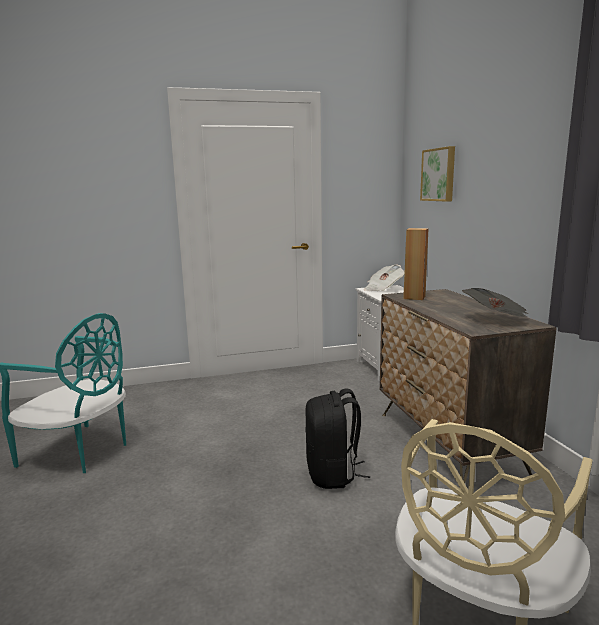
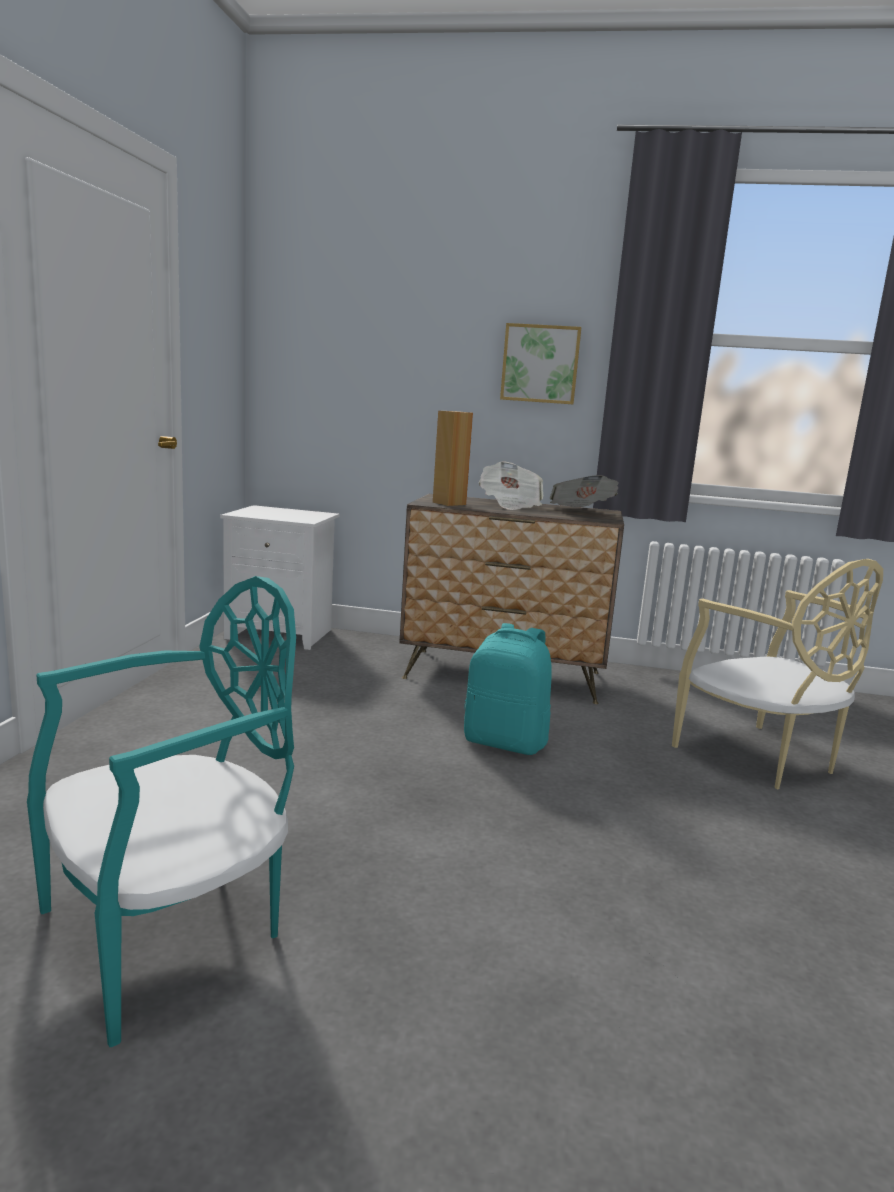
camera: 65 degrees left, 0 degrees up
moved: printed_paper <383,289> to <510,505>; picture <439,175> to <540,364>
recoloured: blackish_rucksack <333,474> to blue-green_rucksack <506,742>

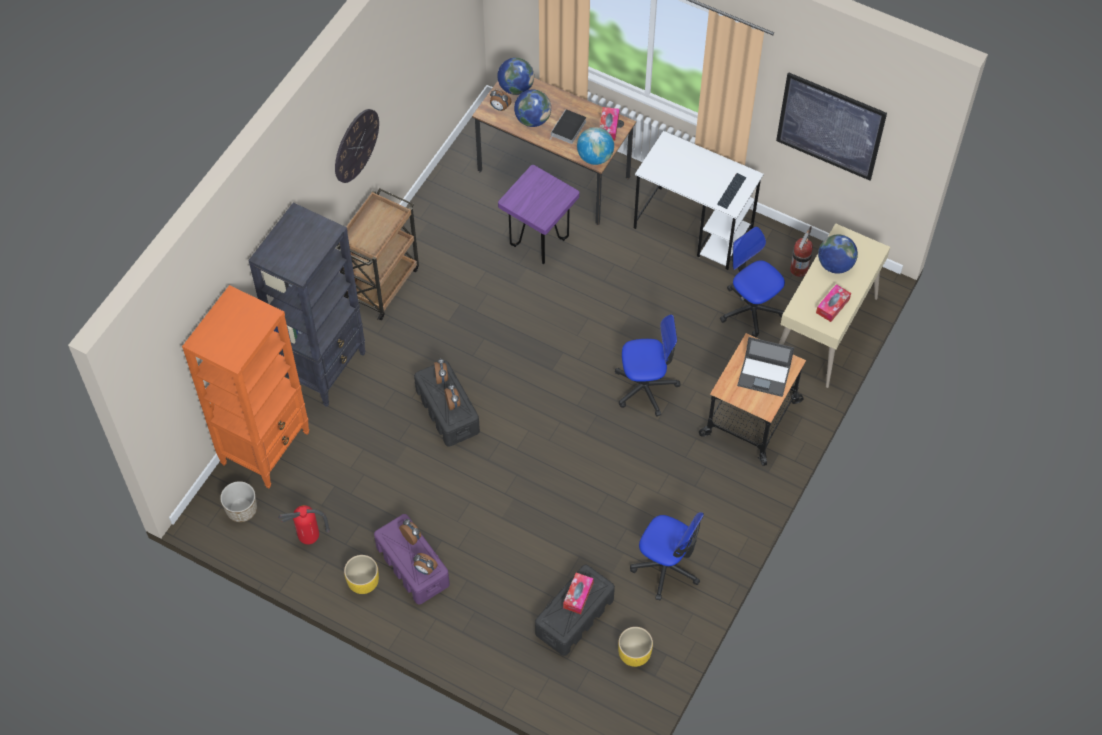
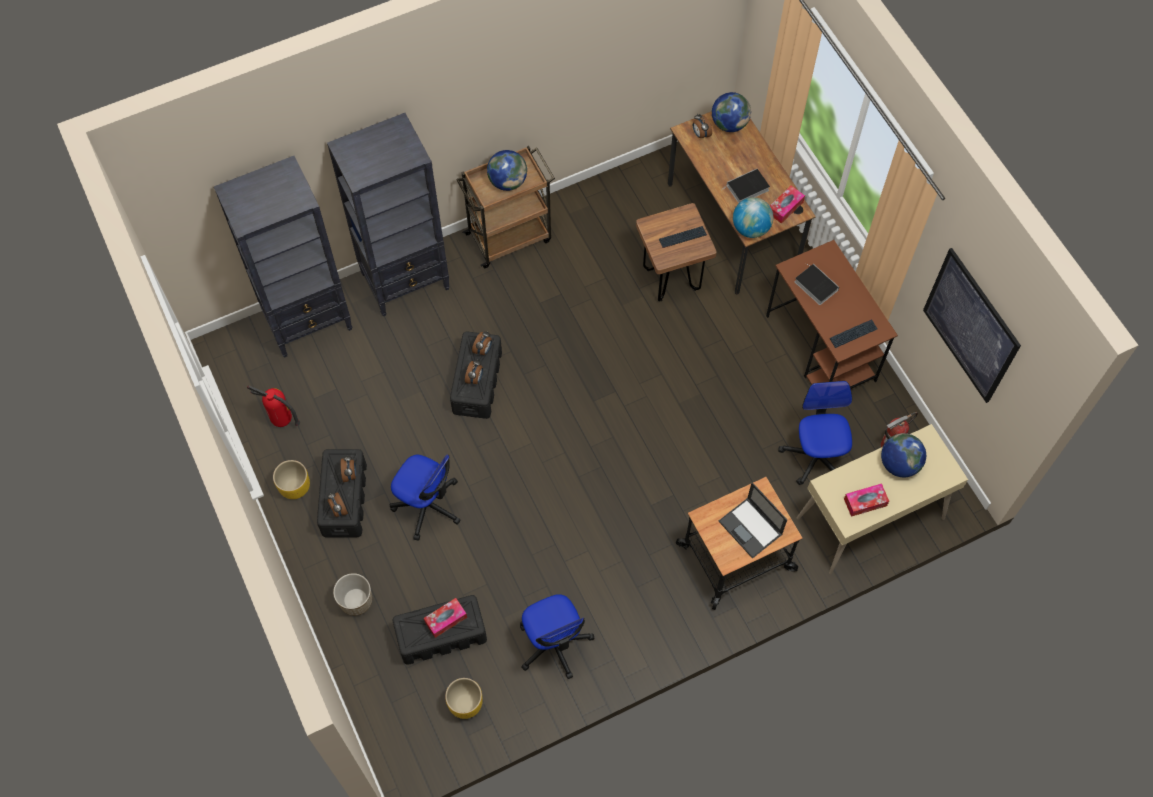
camera: 35 degrees right, 5 degrees up
removed: wall_clock <356,145>
added: keyboard <682,237>; book <814,285>
moved: plant_pot <242,509> to <356,601>; desk_globe <532,119> to <508,181>; desk_chair <645,387> to <428,505>
recoloured: orange_bookshelf <266,447> to blackish_bookshelf <309,321>; purple_storage_container <412,565> to blackish_storage_container <344,499>; purple_stool_seat <539,243> to brown-coloured_stool_seat <671,279>; white_desk <694,228> to brown-coloured_desk <821,349>

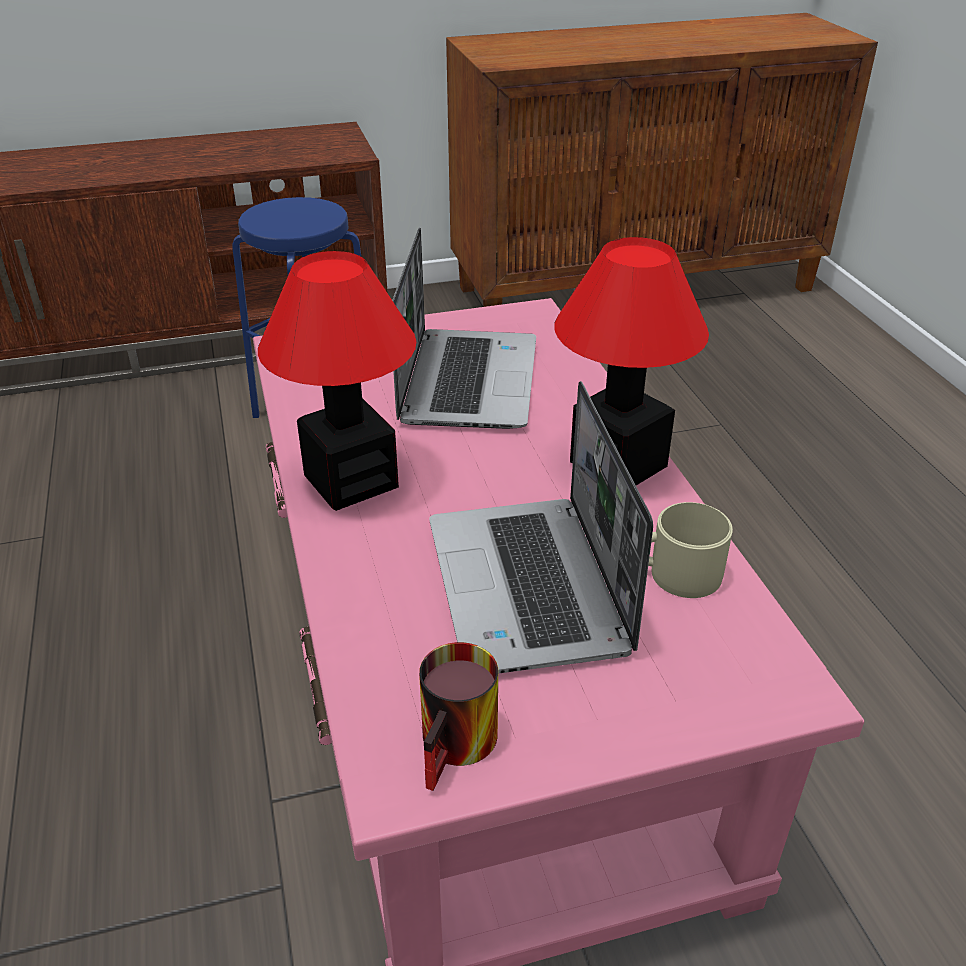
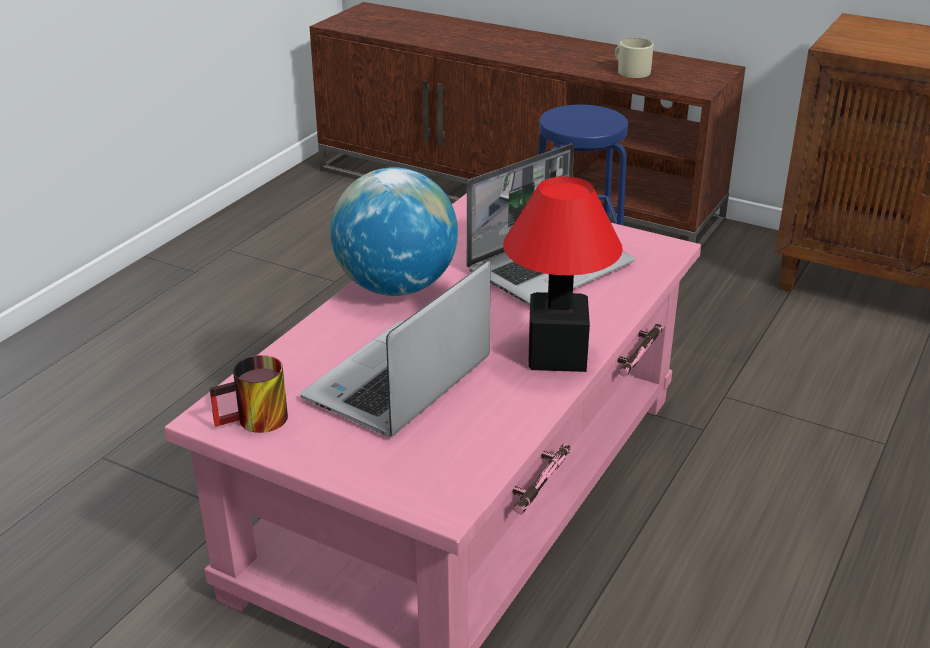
camera: 45 degrees right, 5 degrees down
moved: sand-coloured_tea_mug <676,573> to <630,71>
replaced: tabletop_lamp <349,482> to desk_globe <396,287>

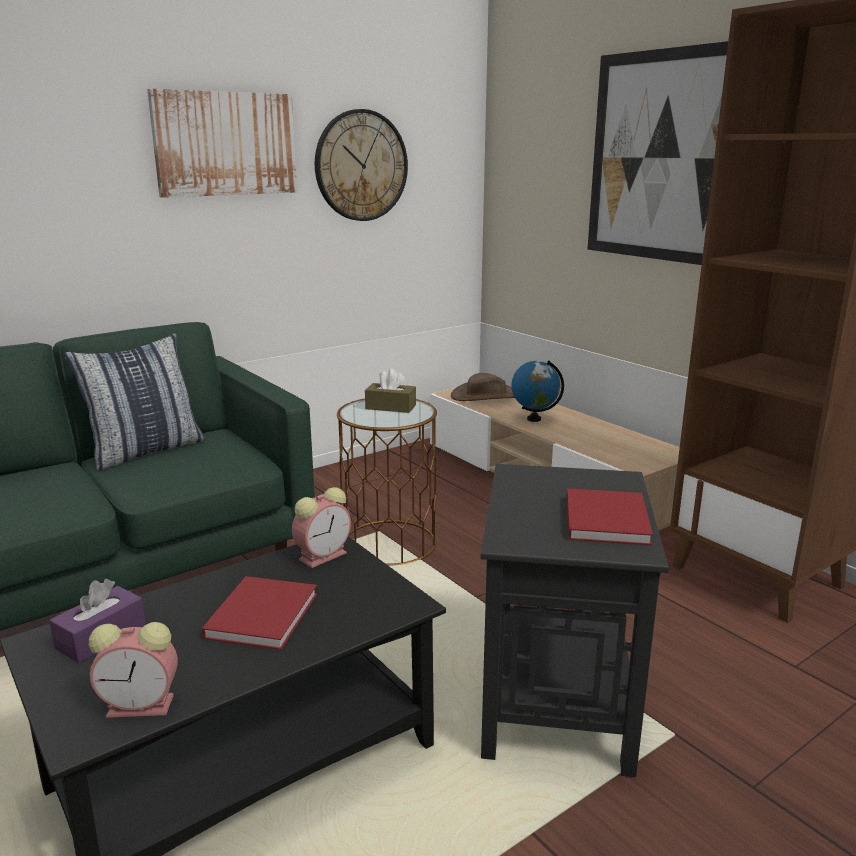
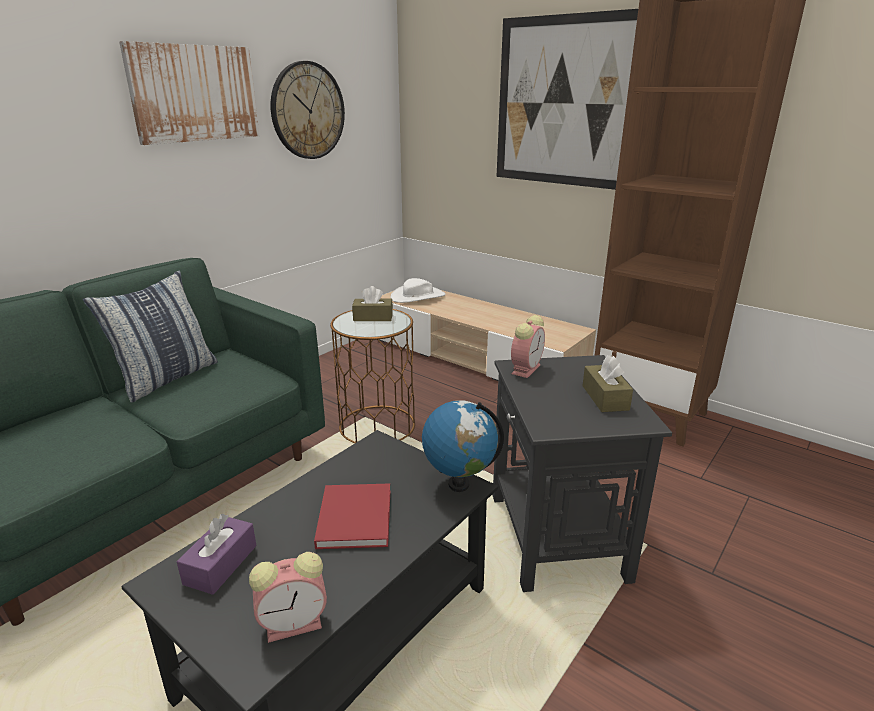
camera: 15 degrees left, 5 degrees up
moved: table_clock <324,555> to <526,368>; desk_globe <534,419> to <459,484>
replaced: reddish_book <606,518> to brown-coloured_box_of_tissues <605,398>
recoloured: brown-coloured_hat <486,396> to white_hat <418,296>

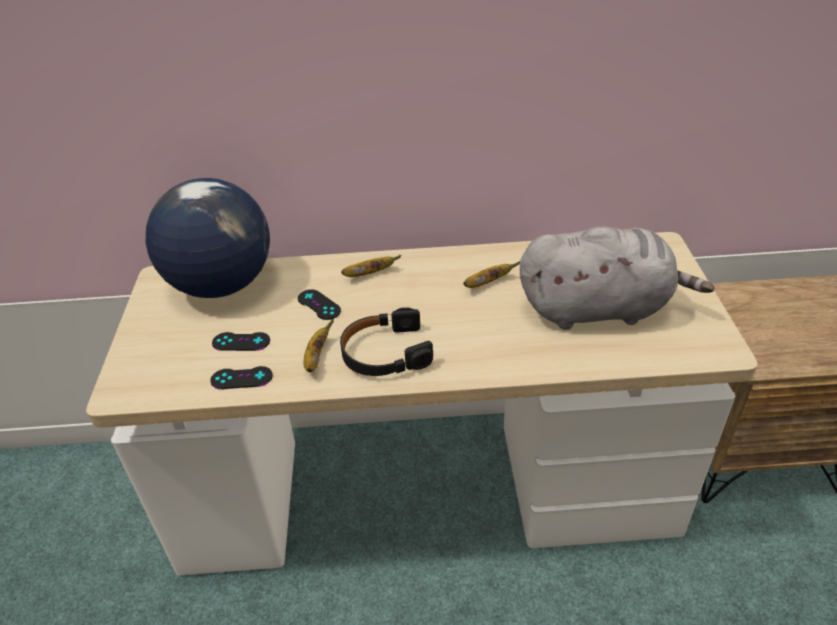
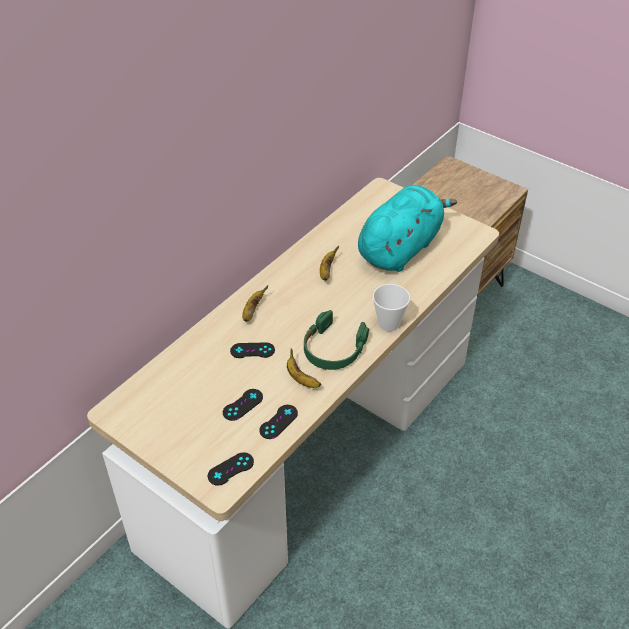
camera: 50 degrees left, 5 degrees up
removed: desk_globe <222,284>
added: blackish_gamepad <230,469>; drinking_cup <389,324>
recoloured: blackish_pair_of_headphones <385,353> to greenish_pair_of_headphones <333,349>; grey_plush_toy <599,309> to blue-green_plush_toy <401,248>

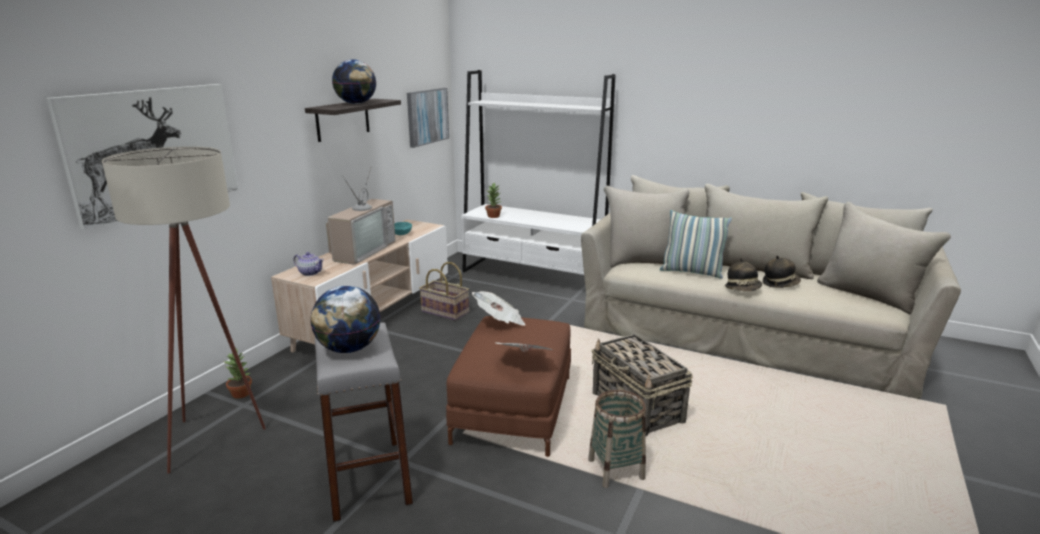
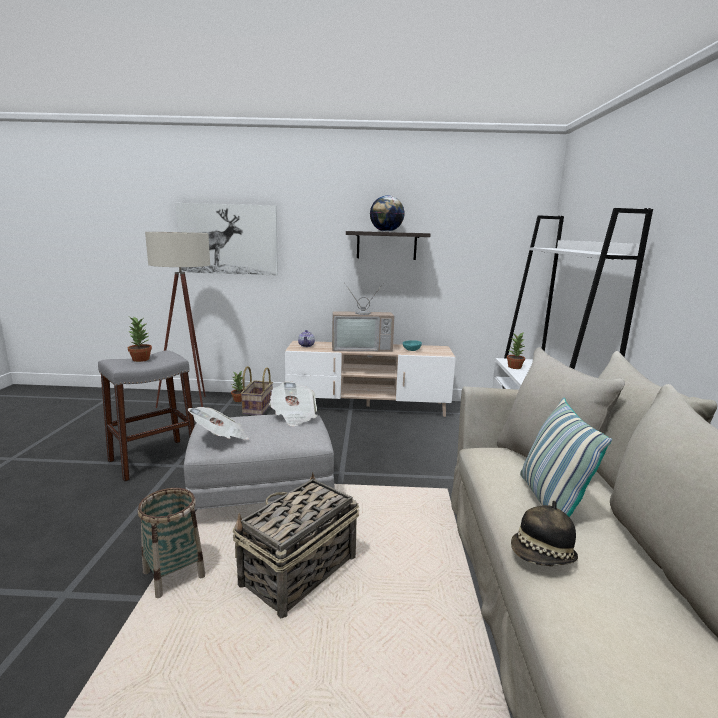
camera: 65 degrees right, 5 degrees down
removed: picture <427,116>; hat <780,284>
moved: storage_basket <444,312> to <257,408>
replaced: desk_globe <348,349> to houseplant <140,359>
recoloured: brown-coloured_pouffe <512,408> to grey_pouffe <262,493>

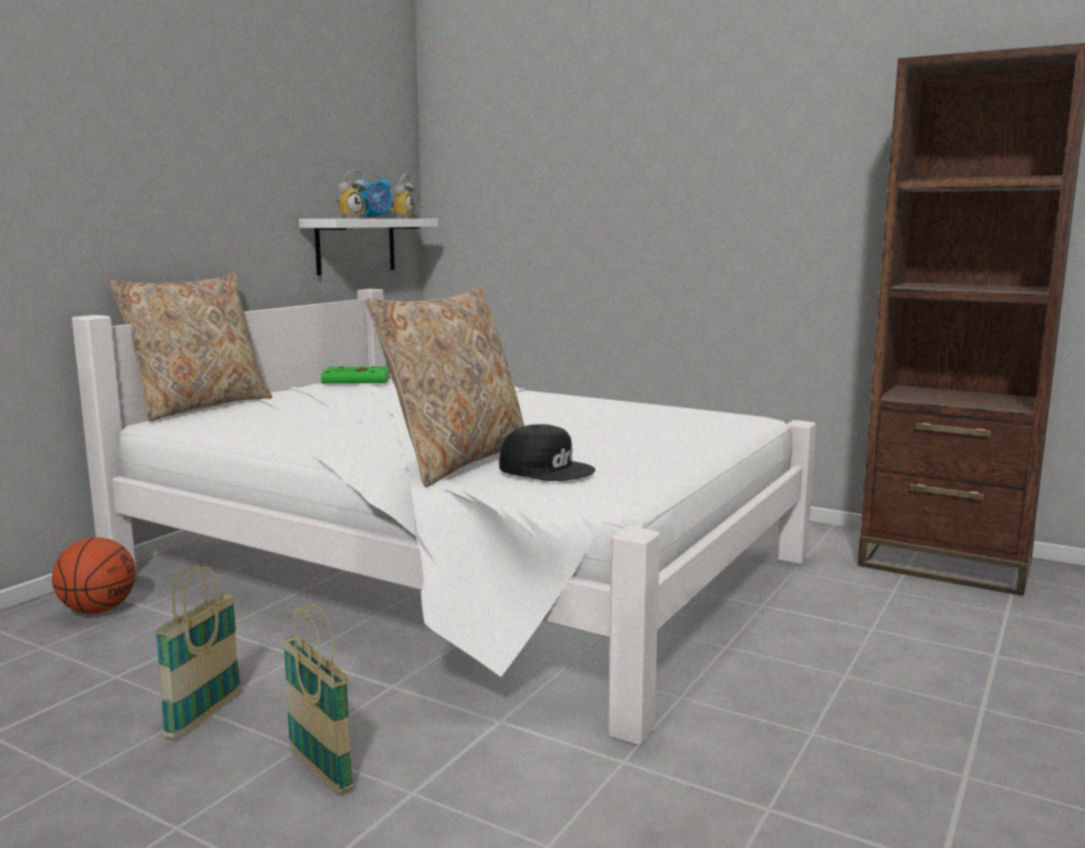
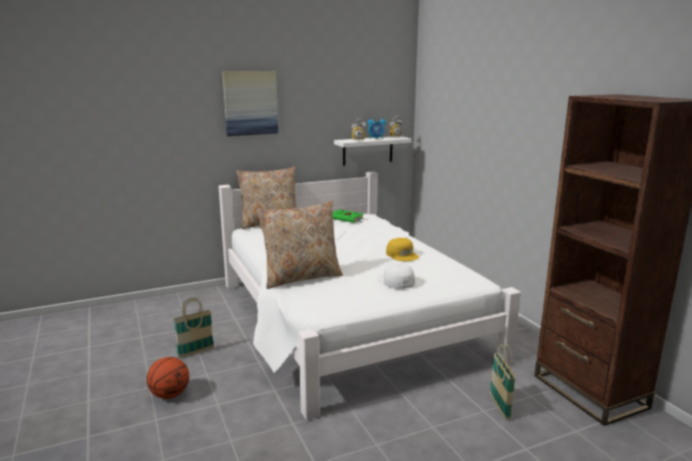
camera: 35 degrees right, 5 degrees up
removed: blackish_peaked_cap <546,469>
added: picture <250,103>; white_peaked_cap <395,281>; yellow_peaked_cap <402,255>
moved: basketball_ball <98,610> to <170,394>; storage_basket <320,770> to <499,407>

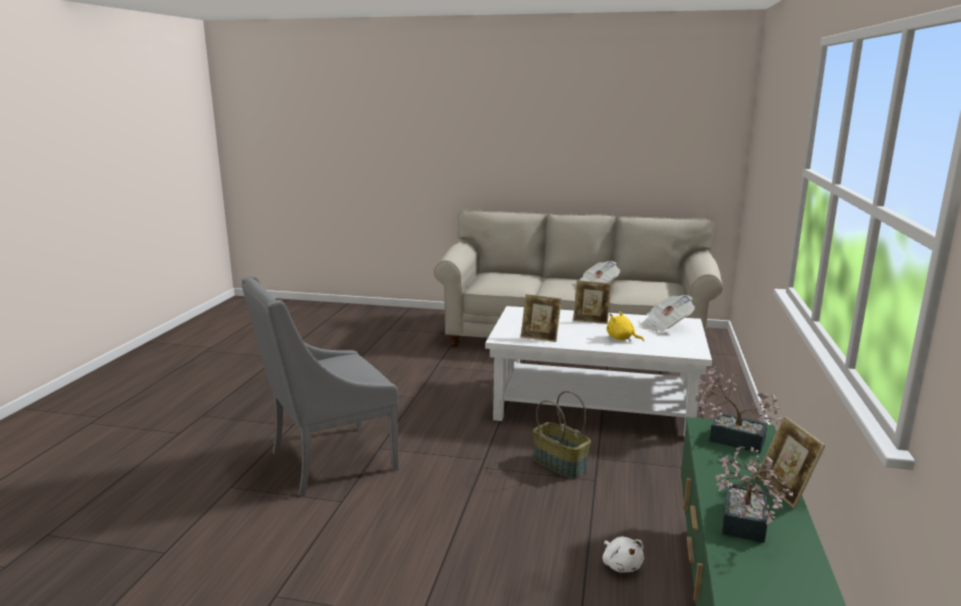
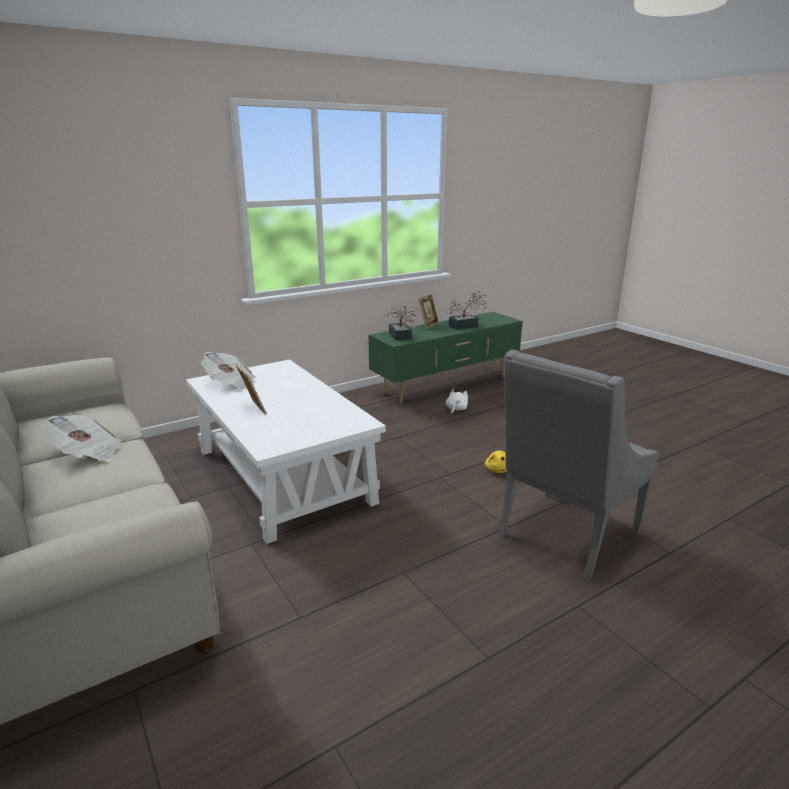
camera: 135 degrees left, 5 degrees up
removed: photo_frame <540,337>; storage_basket <561,464>
moved: yellow_plush_toy <621,339> to <498,470>
turned: grey_easy_chair <328,461> = <564,535> 120 degrees clockwise

